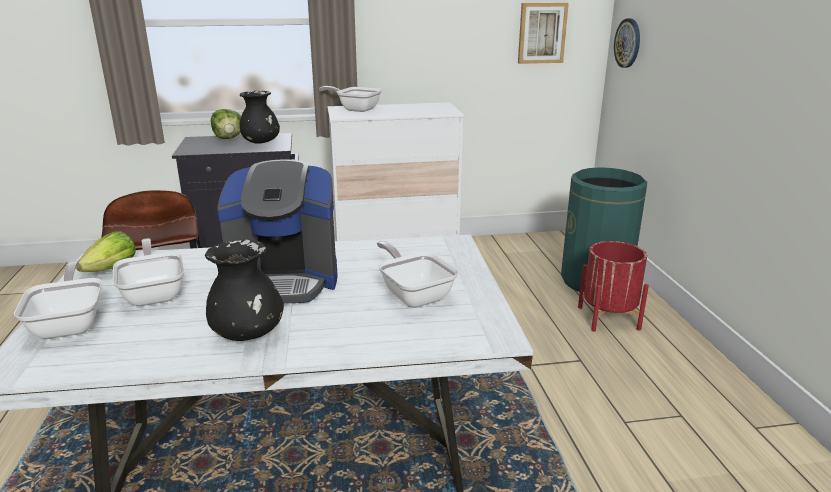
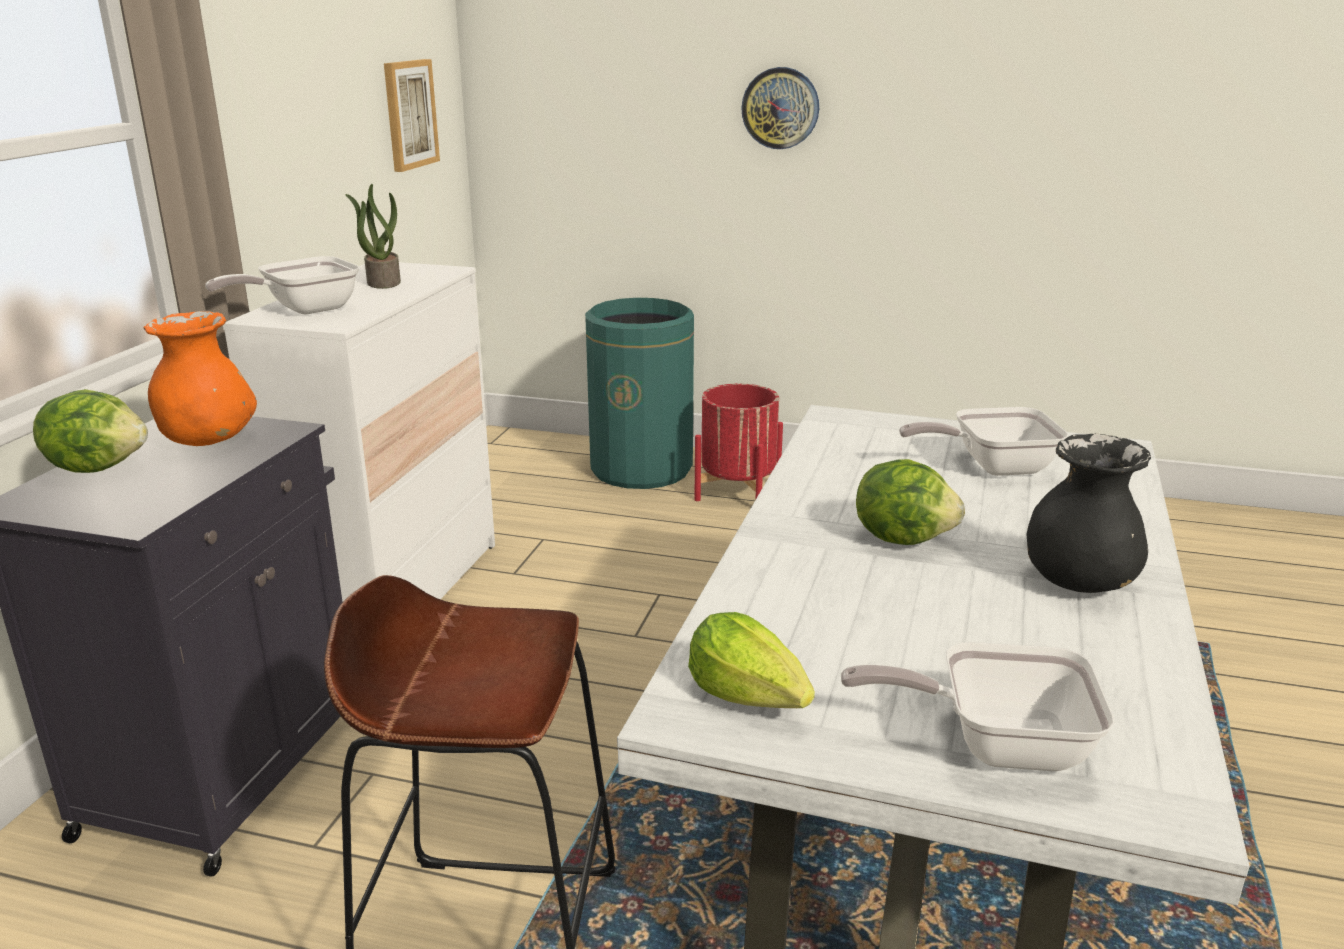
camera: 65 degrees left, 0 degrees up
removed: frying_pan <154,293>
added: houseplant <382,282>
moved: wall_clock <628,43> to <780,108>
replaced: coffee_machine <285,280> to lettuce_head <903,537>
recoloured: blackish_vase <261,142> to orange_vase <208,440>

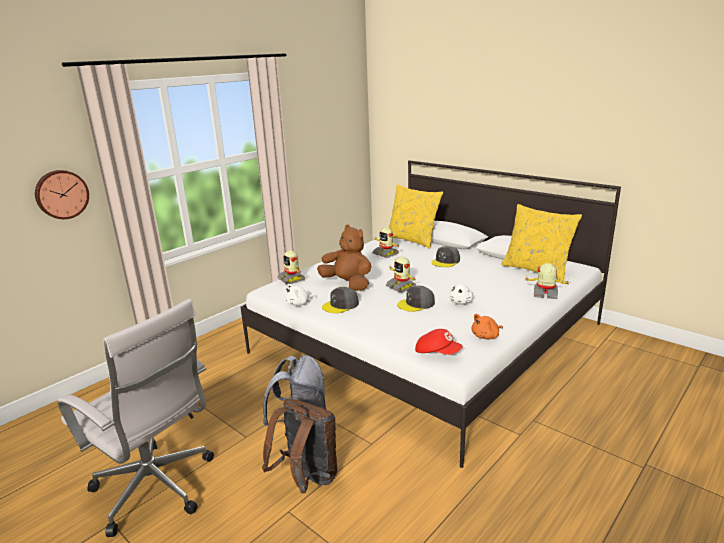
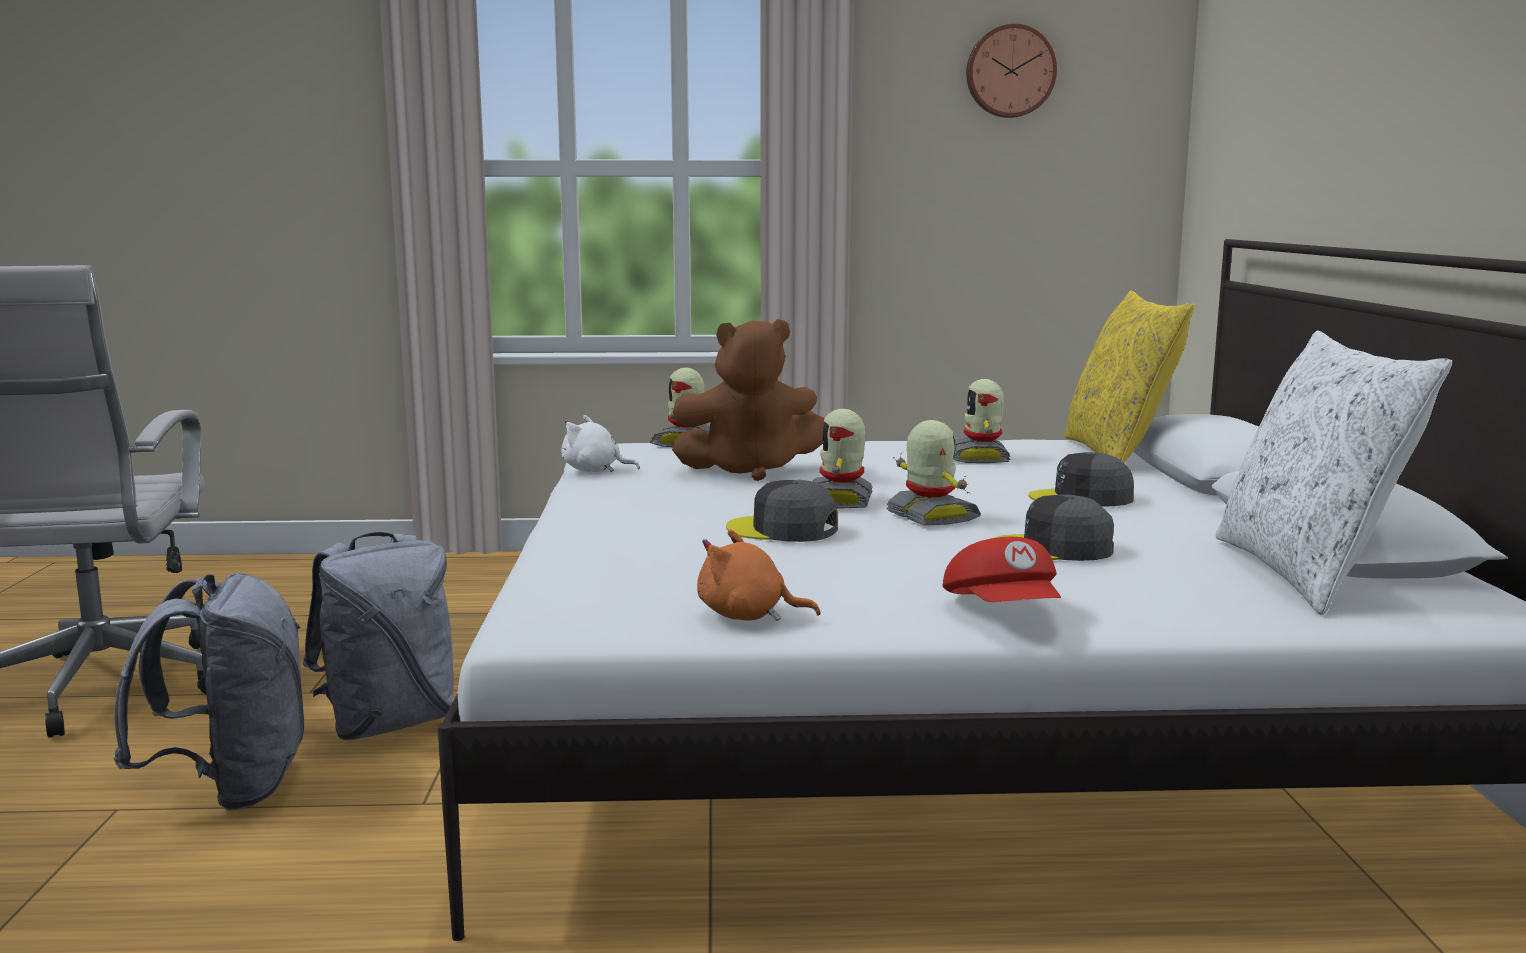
camera: 45 degrees right, 10 degrees down
removed: white_plush_toy <461,302>
moved: wall_clock <61,194> to <1010,71>; grey_peaked_cap <341,305> to <1054,548>; reddish_peaked_cap <437,352> to <1004,611>; model_robot <545,294> to <930,516>
recoloured: brown-coloured_rucksack <307,479> to grey_rucksack <232,788>; yellow_throw_pillow <537,270> to white_throw_pillow <1307,574>
turned: brown-coloured_plush_toy <348,284> = <750,470> 90 degrees clockwise

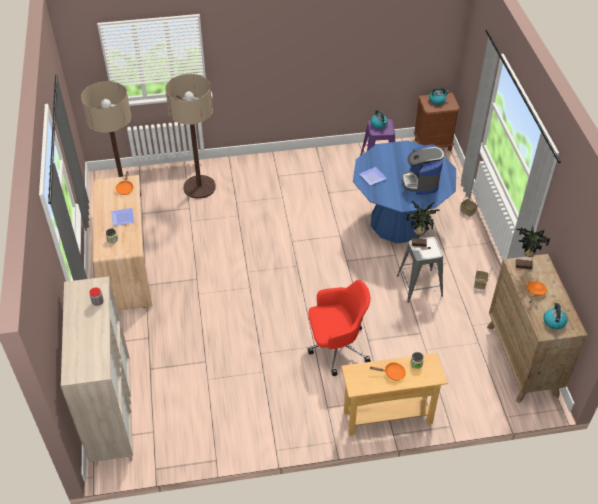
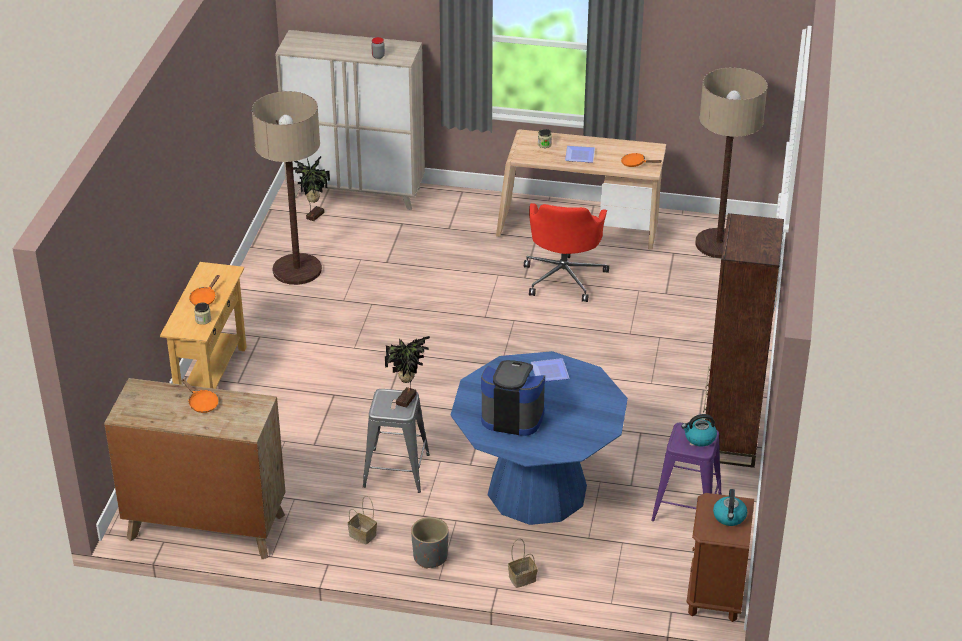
camera: 110 degrees right, 10 degrees down
removed: tea_kettle <554,321>
added: grey_plant_pot <430,557>; brown-coloured_bookshelf <730,439>
moved: floor_lamp <199,187> to <297,270>; reddish_desk_chair <336,347> to <564,277>; houseplant <524,266> to <313,215>

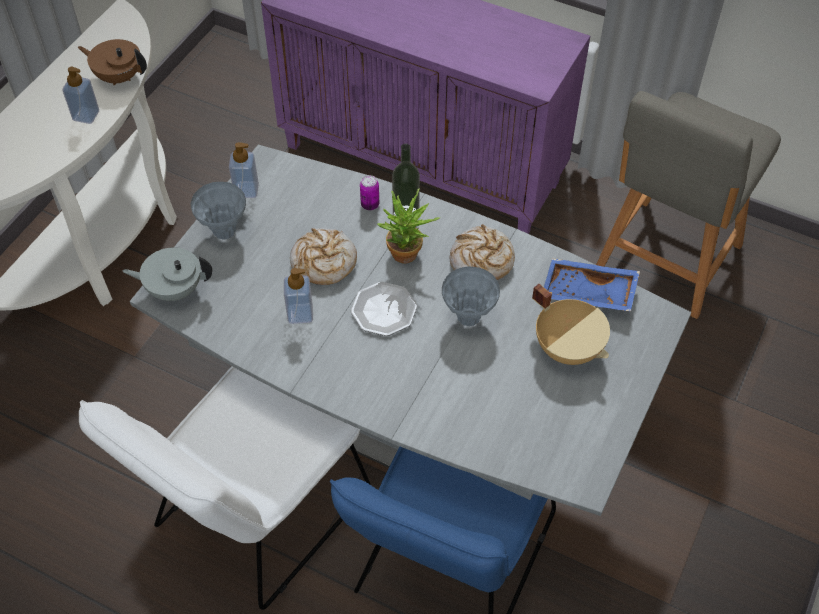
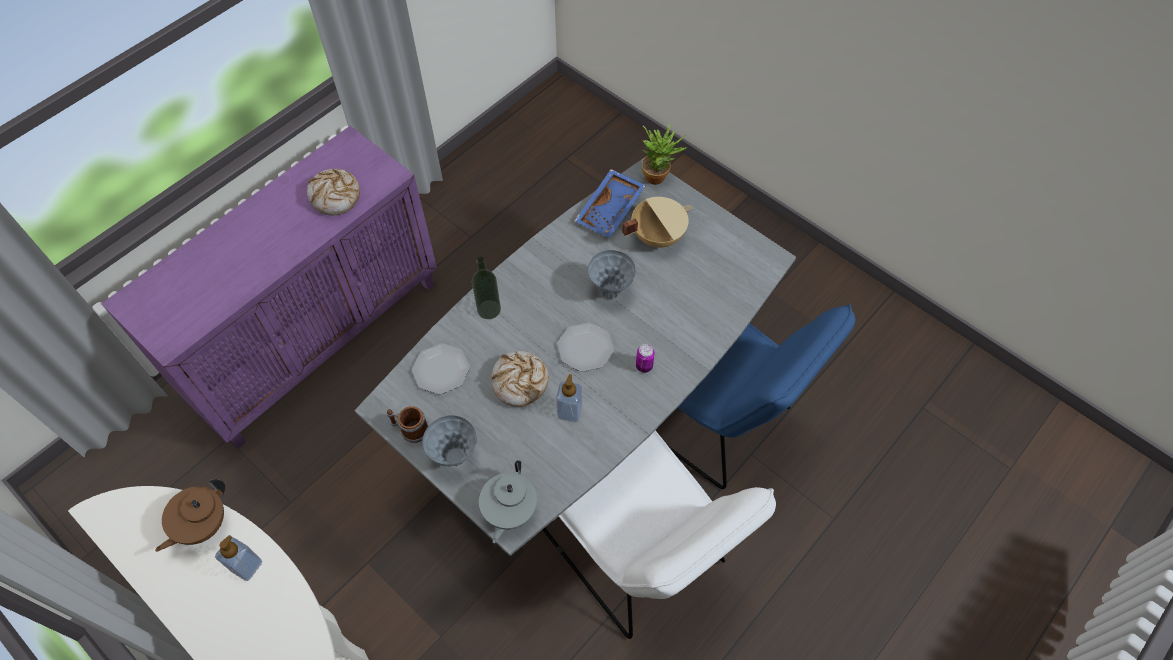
camera: 75 degrees left, 5 degrees up
removed: grey_chair <666,261>
added: flat_dish <441,369>
moved: metal_can <370,205> to <644,366>; houseplant <407,257> to <659,176>; bakery_bread <481,261> to <335,197>
replaced: soap_dispenser <246,190> to tea_mug <410,430>

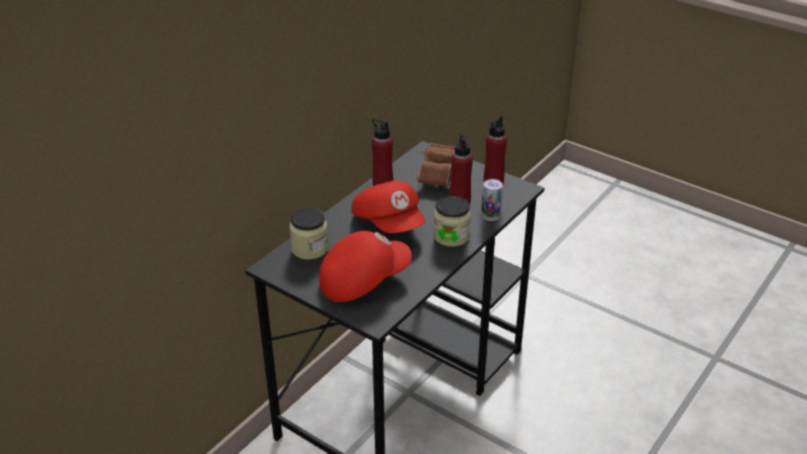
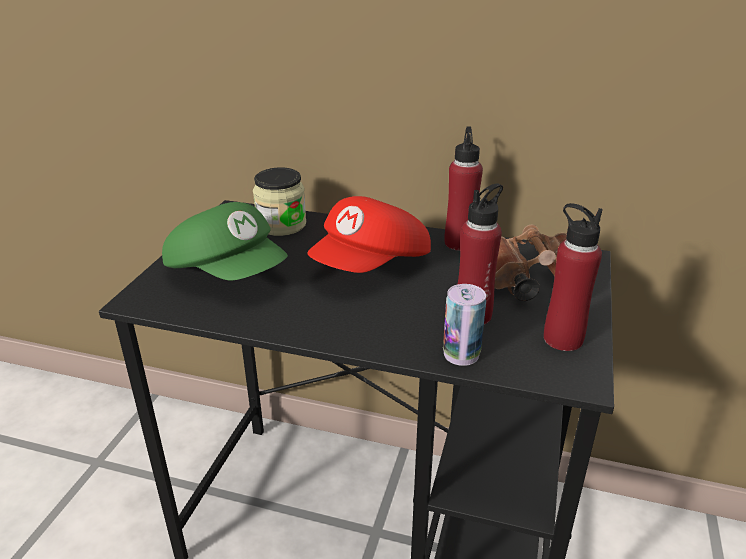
camera: 70 degrees right, 5 degrees down
removed: jar <451,236>
recoloured: reddish_peaked_cap <363,280> to greenish_peaked_cap <229,272>

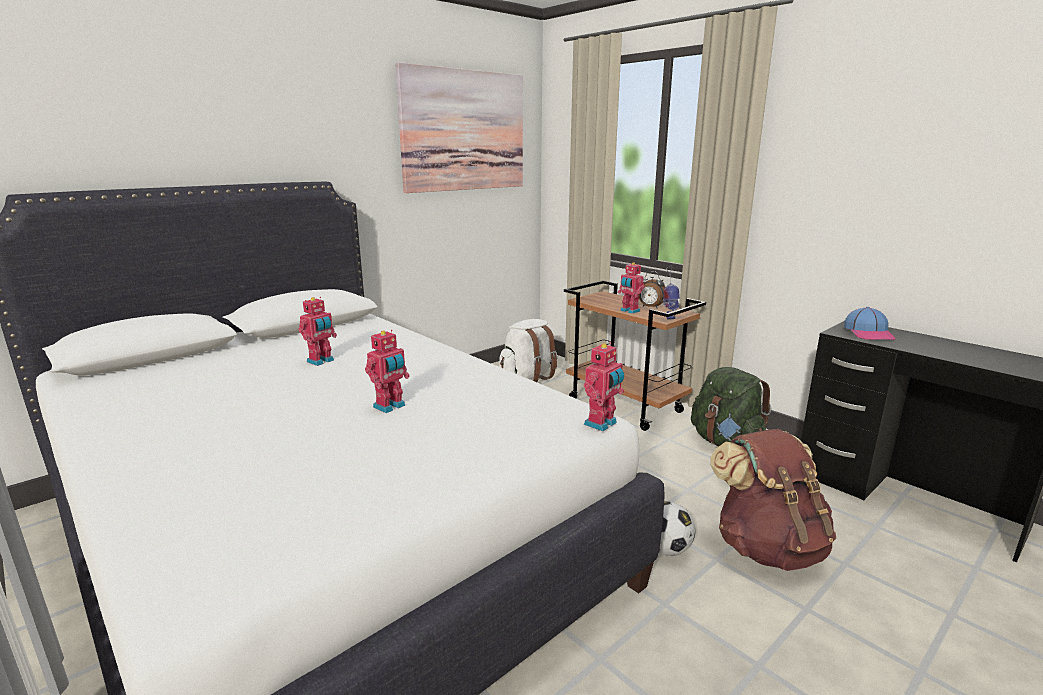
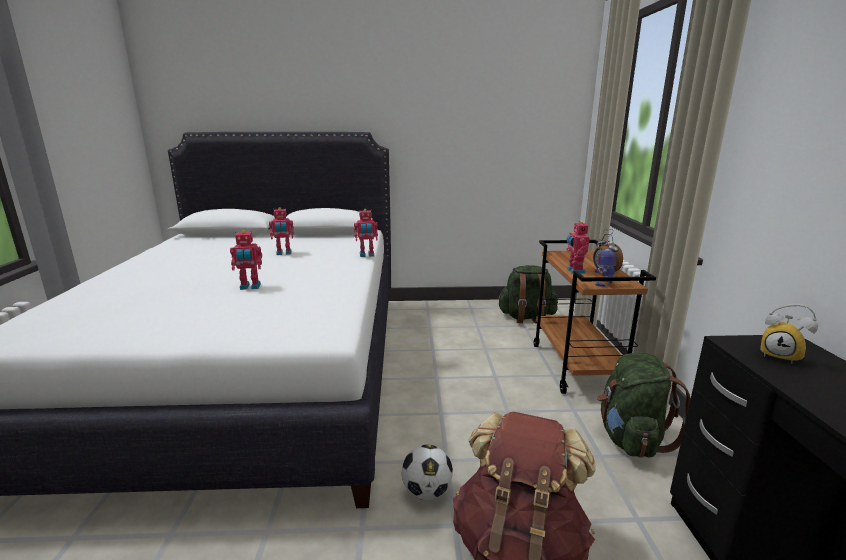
camera: 40 degrees right, 0 degrees up
removed: picture <464,131>
moved: model_robot <602,424> to <367,255>
replaced: peaked_cap <869,333> to table_clock <781,356>
recoloured: white_rucksack <529,377> to greenish_rucksack <526,317>

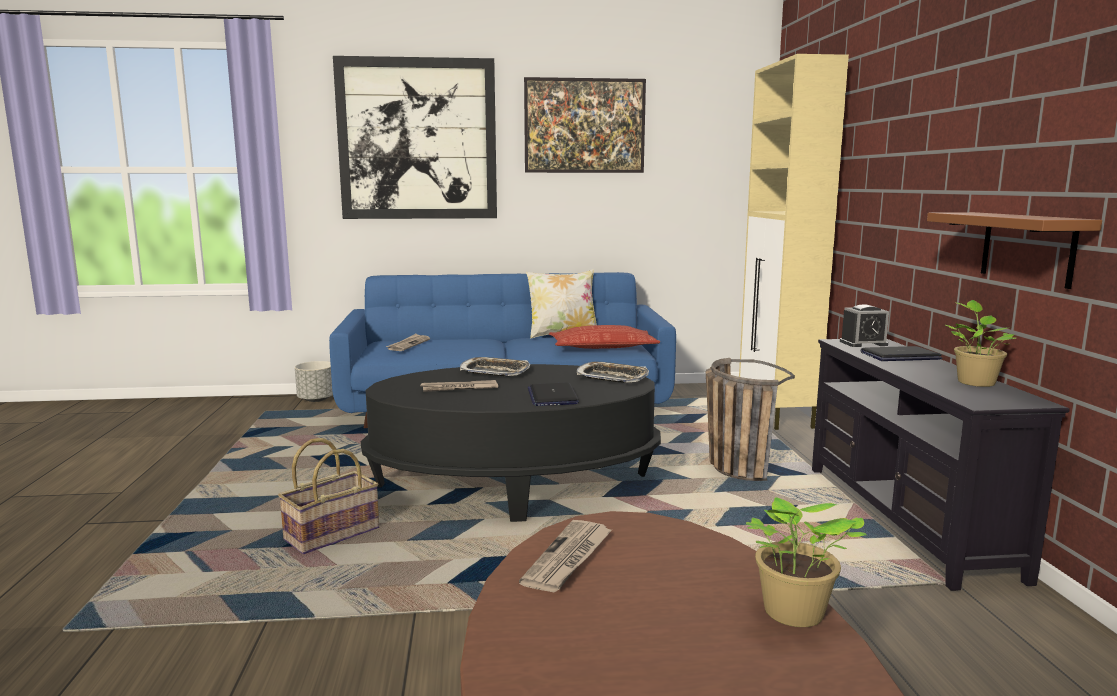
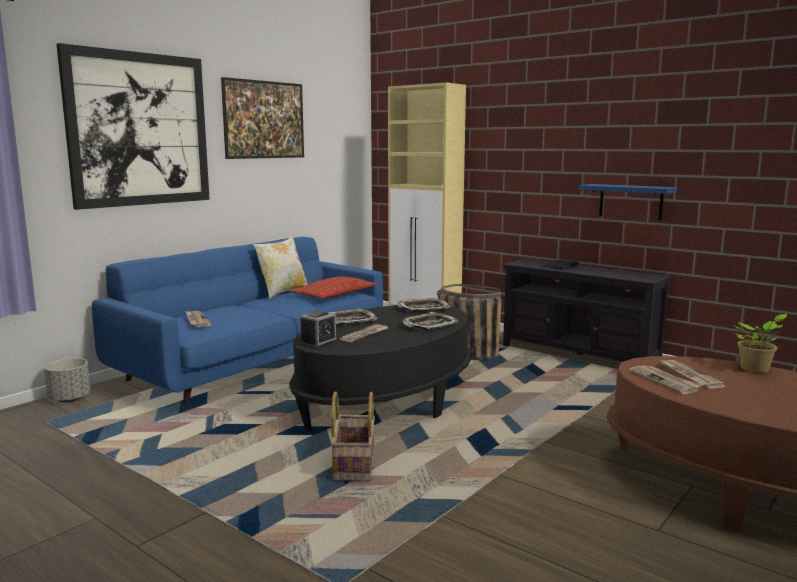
camera: 45 degrees left, 0 degrees up
removed: houseplant <974,382>
added: printed_paper <689,376>
moved: table_clock <863,343> to <318,343>
replaced: notebook_computer <552,396> to carrying_tray <430,325>
recoloured: brown-coloured_wall_shelf <1027,248> to bluish_wall_shelf <630,201>

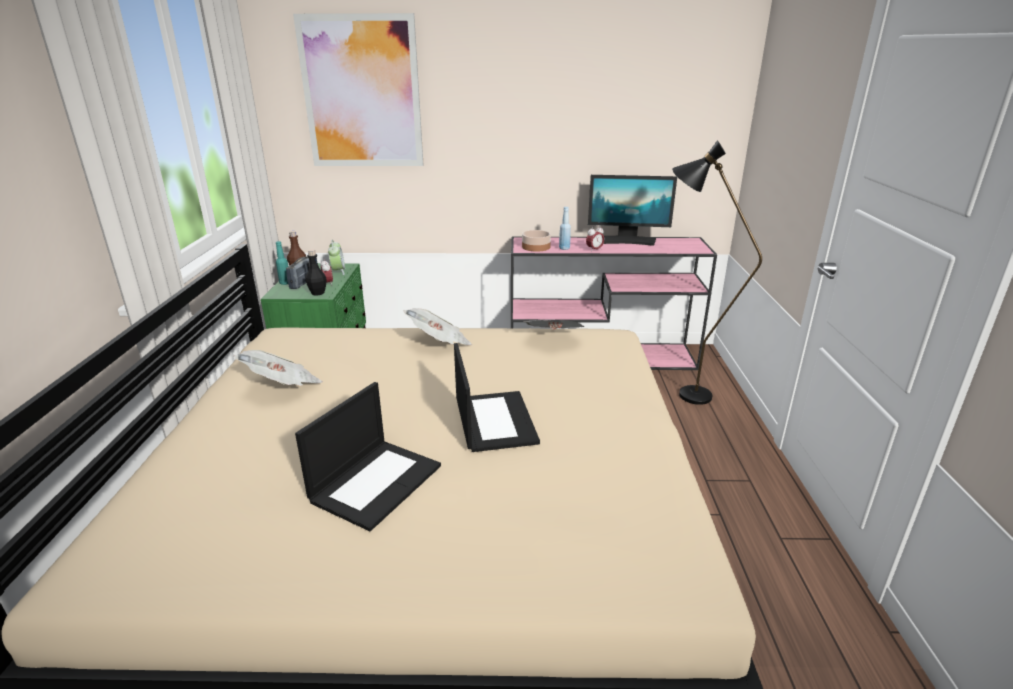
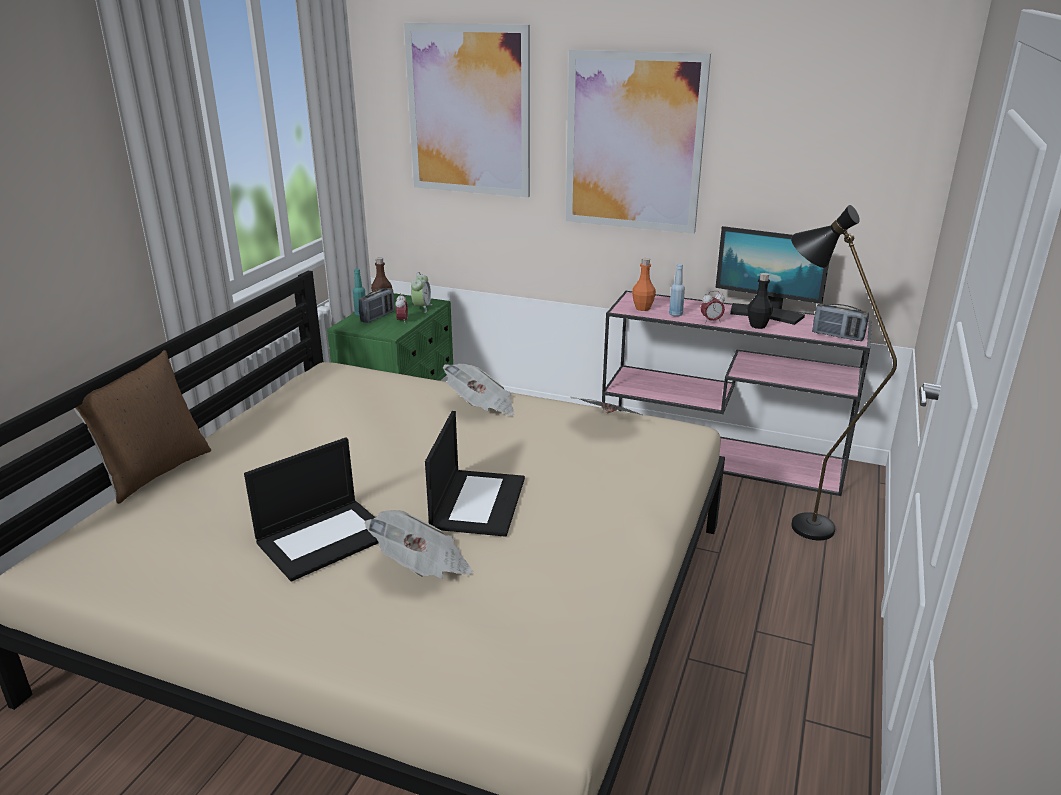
camera: 20 degrees right, 0 degrees up
added: brown-coloured_throw_pillow <153,471>; picture <634,142>; radio_receiver <837,336>
moved: printed_paper <283,386> to <422,567>; blackish_beverage_bottle <318,293> to <758,326>
replaced: bowl <536,247> to orange_beverage_bottle <642,308>

